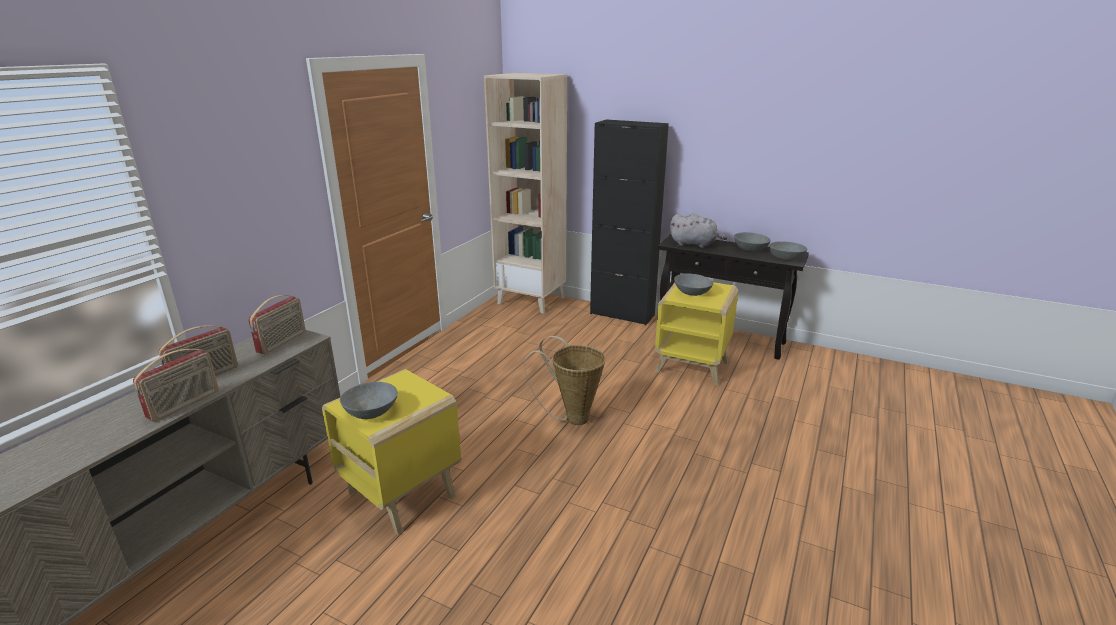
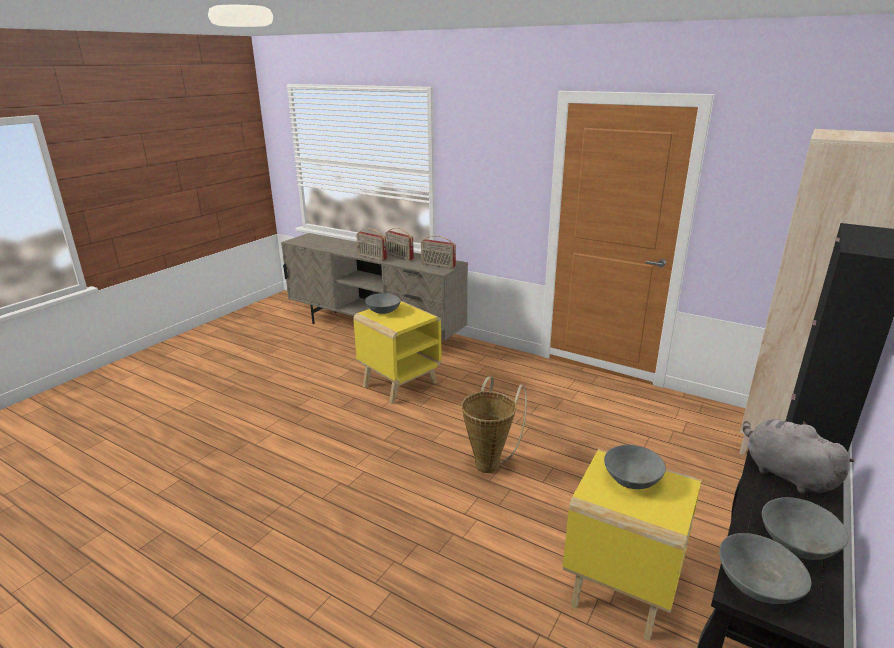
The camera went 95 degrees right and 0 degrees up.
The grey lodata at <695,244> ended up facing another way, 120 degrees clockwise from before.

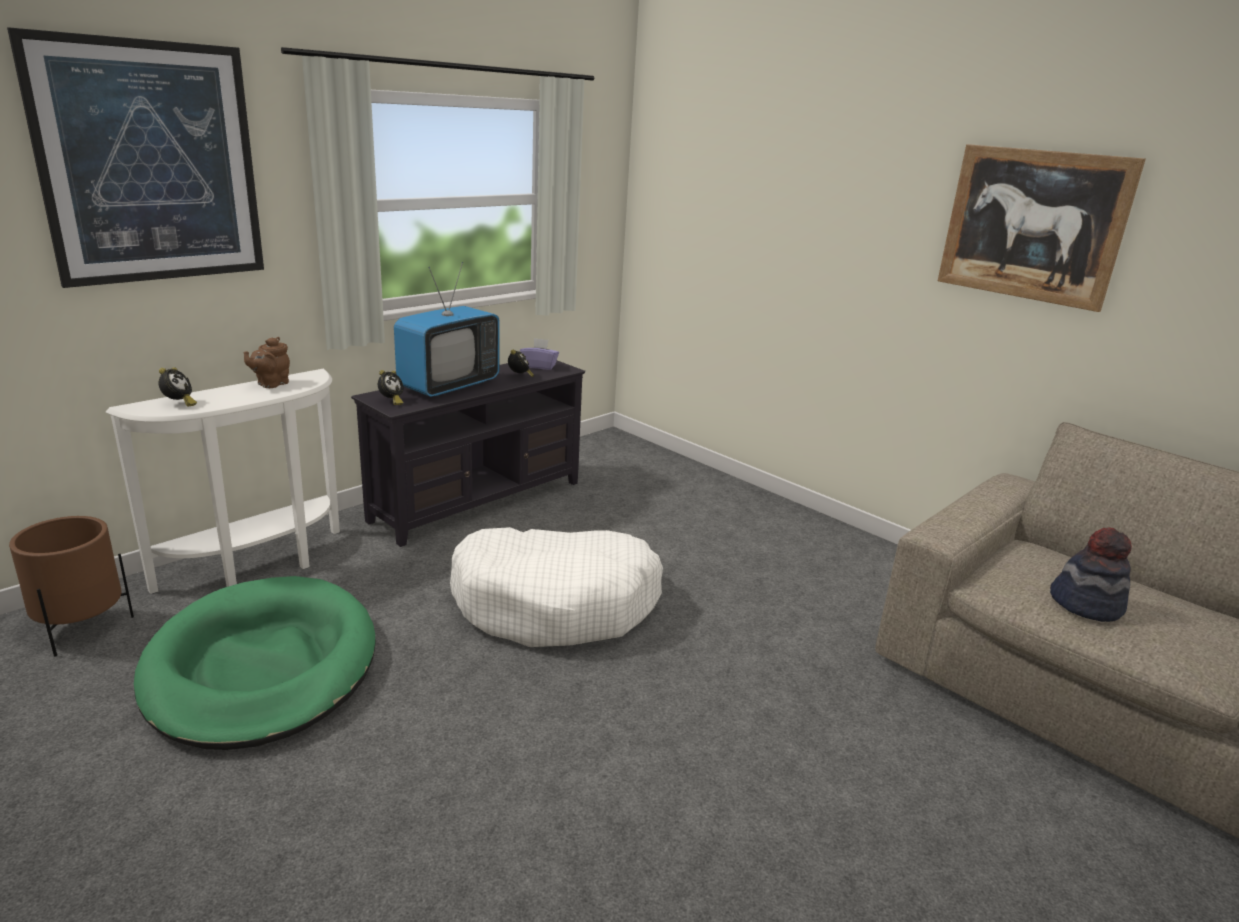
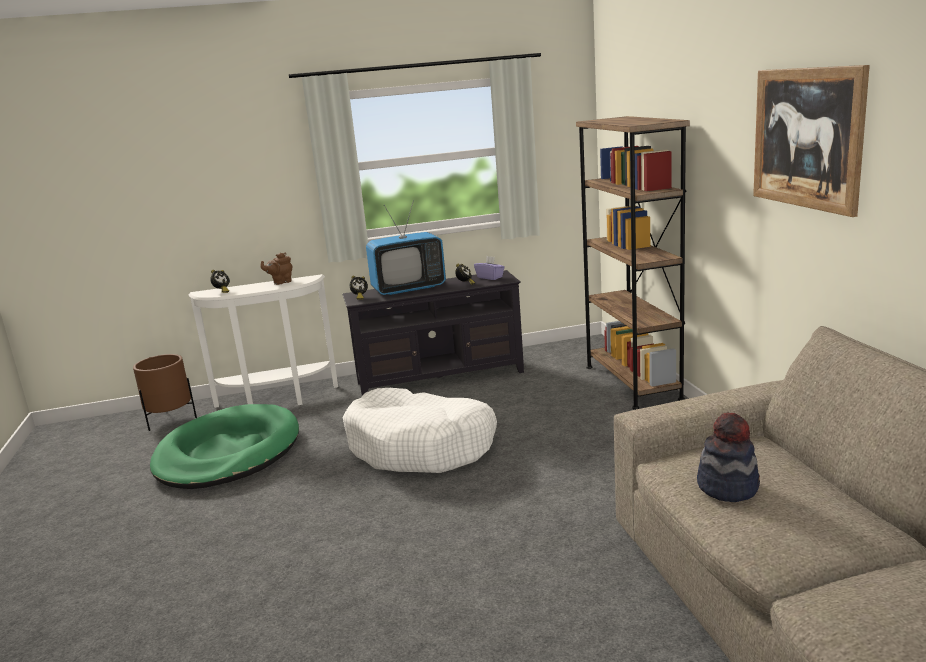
The camera went 35 degrees right and 5 degrees down.
The second view lost the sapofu at <151,164>.
The second view gained the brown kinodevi at <632,382>.

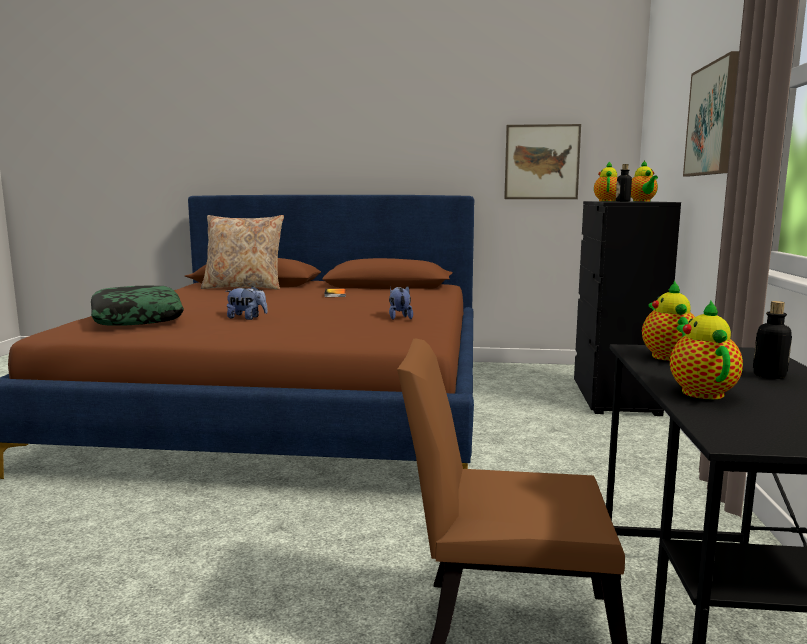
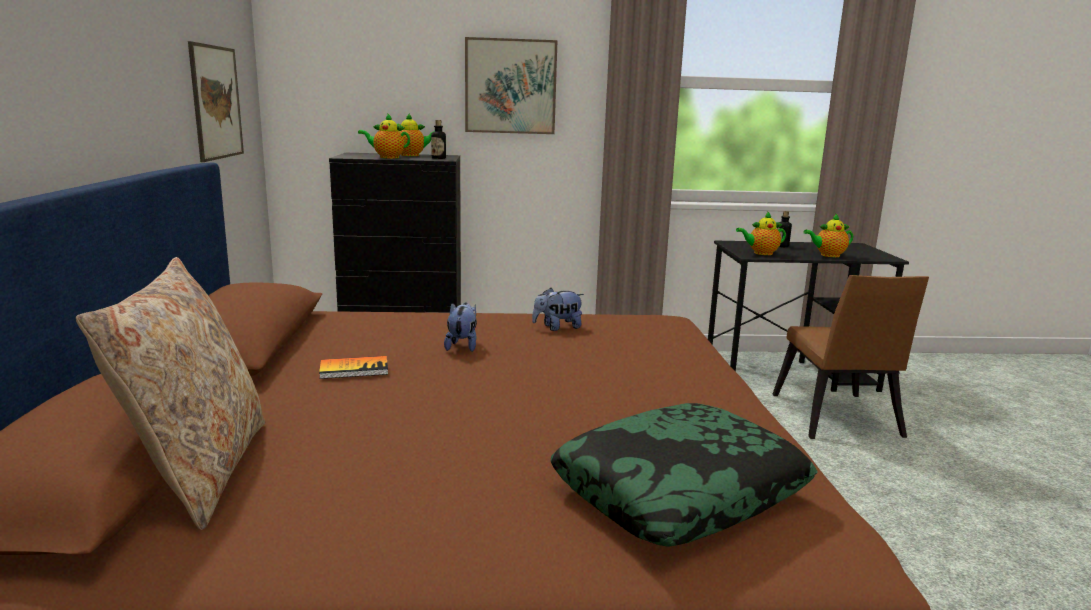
The camera went 100 degrees left and 5 degrees up.
The lodata ended up elsewhere, having gone from <247,318> to <462,346>.

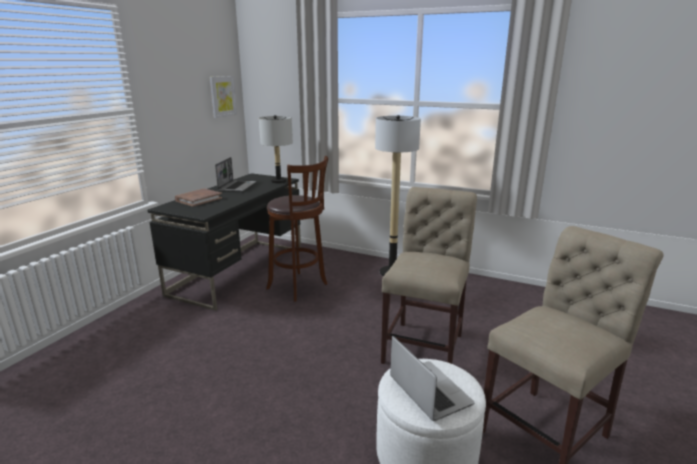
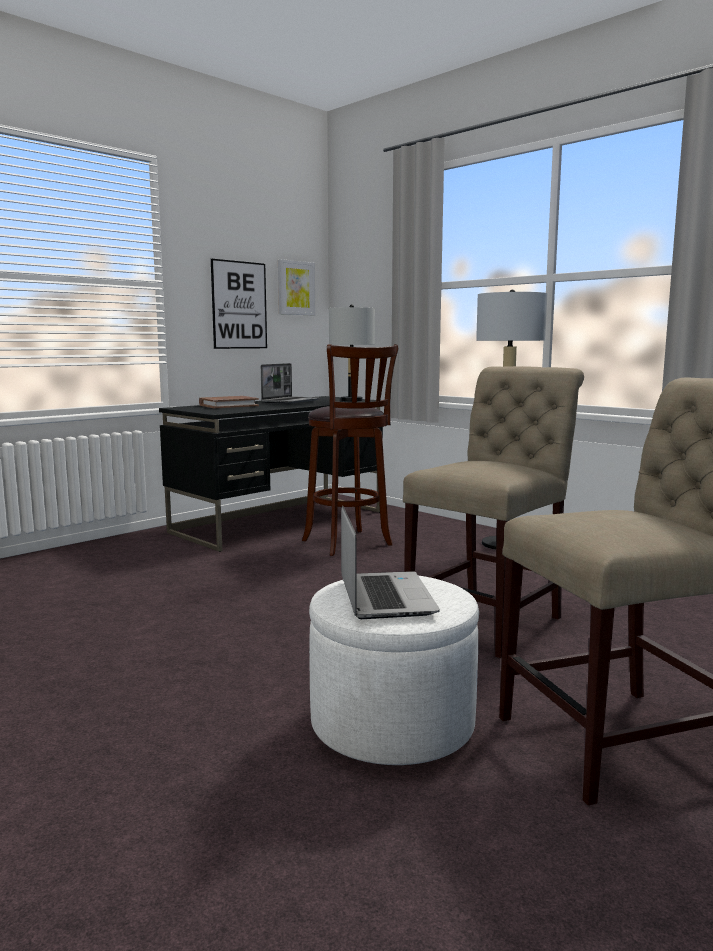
The camera went 20 degrees right and 10 degrees down.
The second view gained the sapofu at <239,305>.

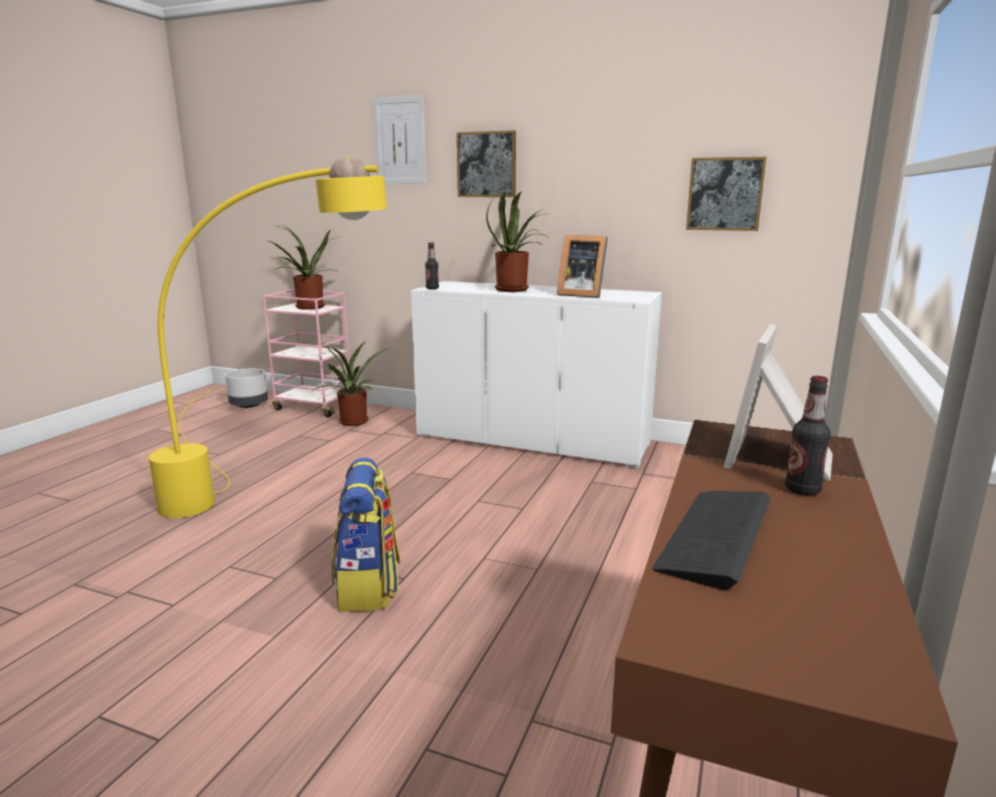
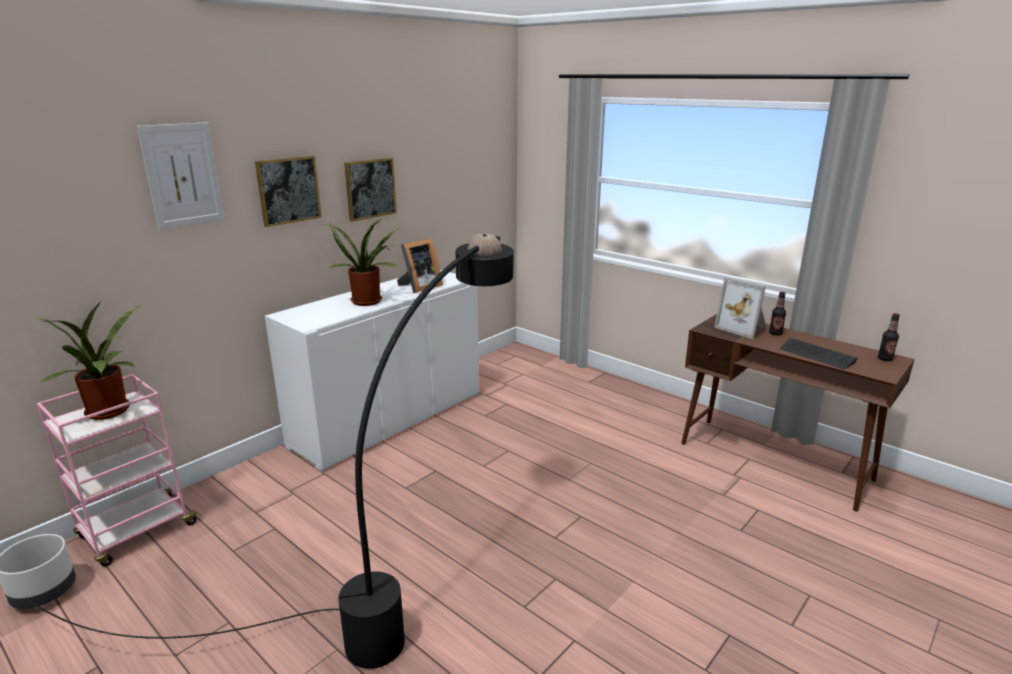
The camera went 70 degrees left and 5 degrees up.
The second view lost the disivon at <354,422>.
The second view lost the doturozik at <368,587>.
The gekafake ended up elsewhere, having gone from <432,288> to <885,359>.
The sapofu ended up elsewhere, having gone from <725,194> to <370,188>.
What was the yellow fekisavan at <259,497> turned into the black fekisavan at <392,586>.

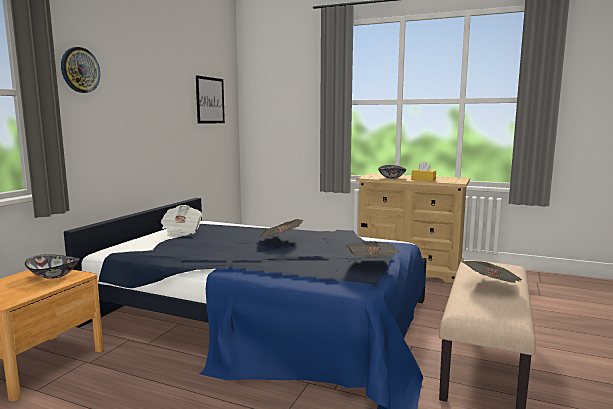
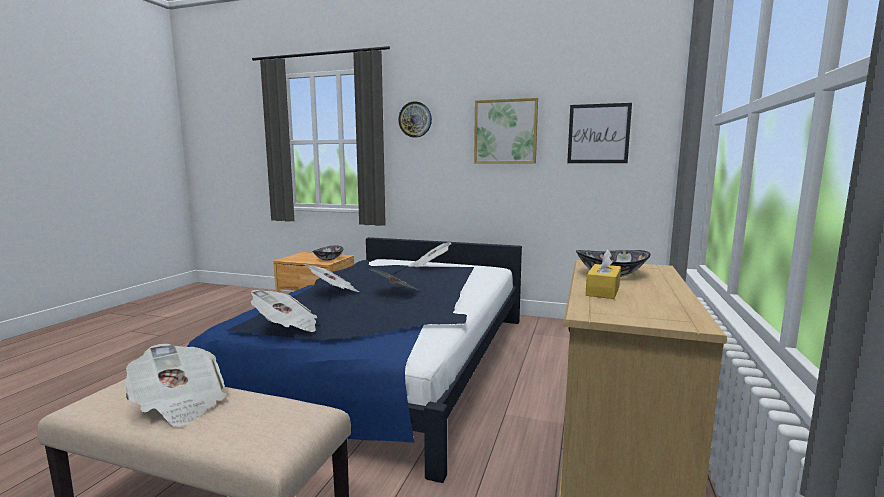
The camera went 85 degrees right and 0 degrees up.
The second view gained the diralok at <333,291>.
The second view gained the sapofu at <505,131>.

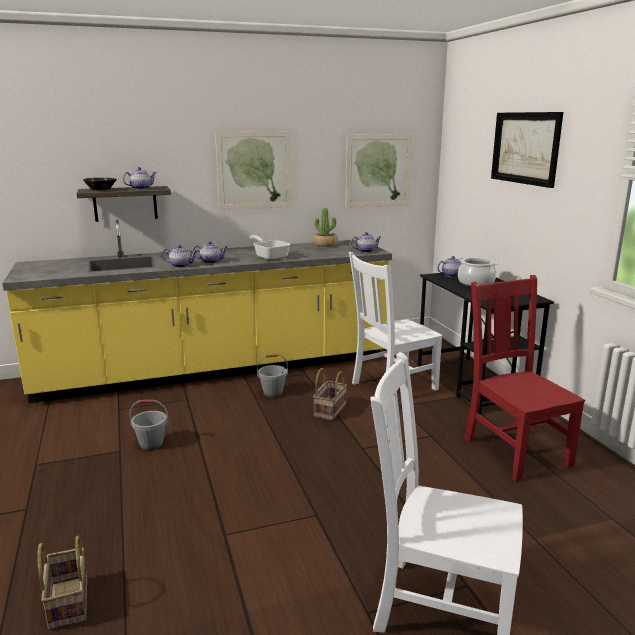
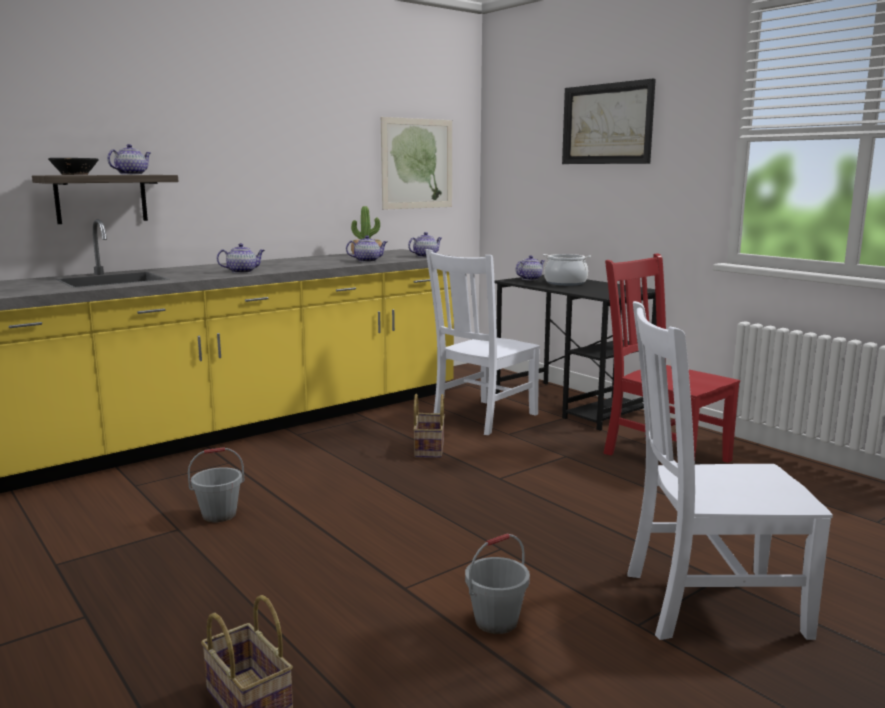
The camera went 20 degrees left and 5 degrees down.
The second view lost the sapofu at <254,170>.
The second view lost the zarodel at <269,256>.
The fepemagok ended up elsewhere, having gone from <181,265> to <367,261>.
The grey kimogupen ended up elsewhere, having gone from <273,393> to <496,621>.

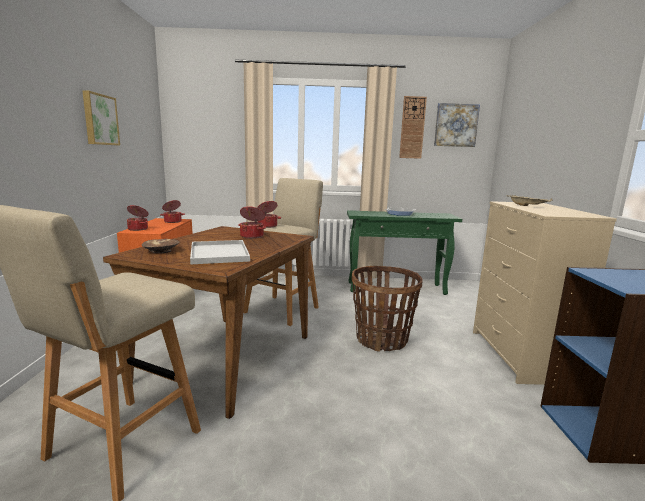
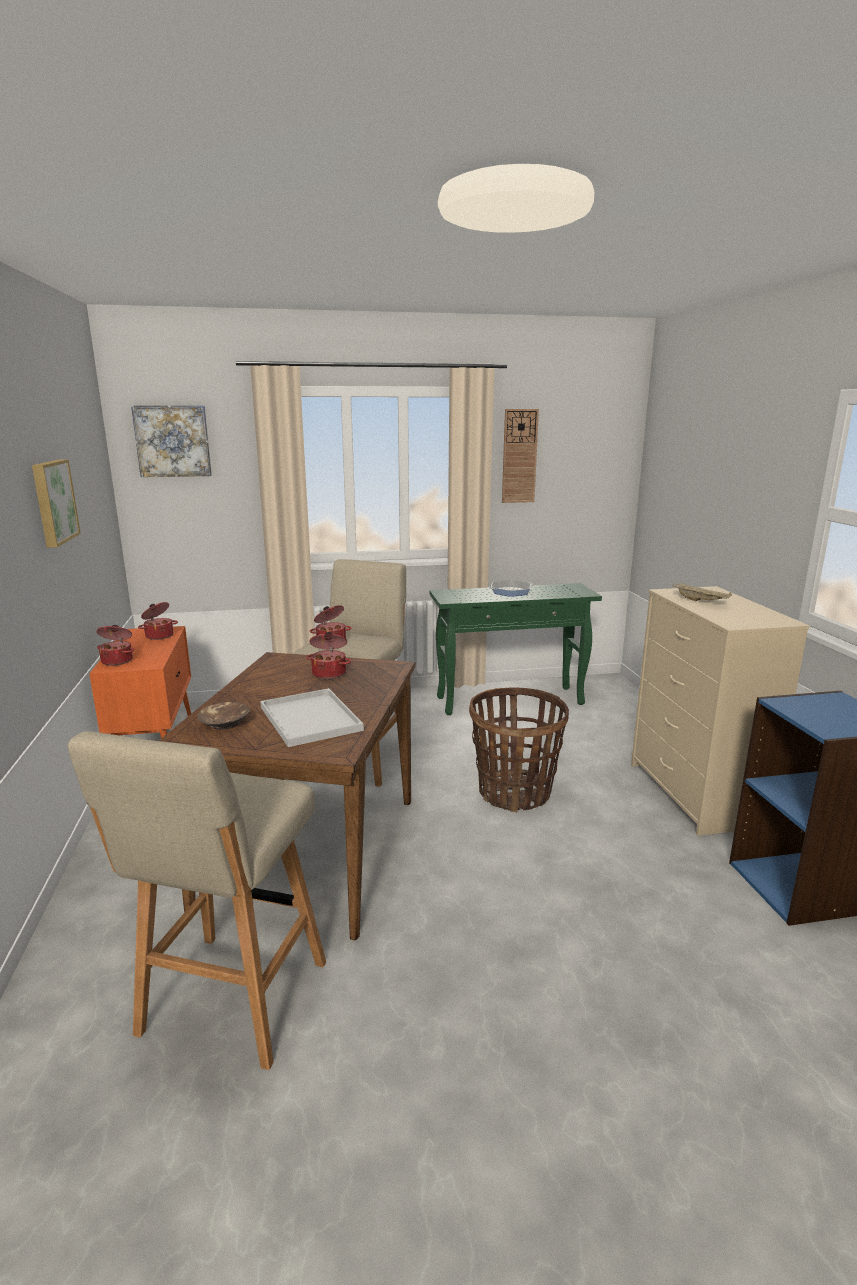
The camera went 10 degrees left and 5 degrees up.
The sapofu ended up elsewhere, having gone from <455,125> to <173,441>.

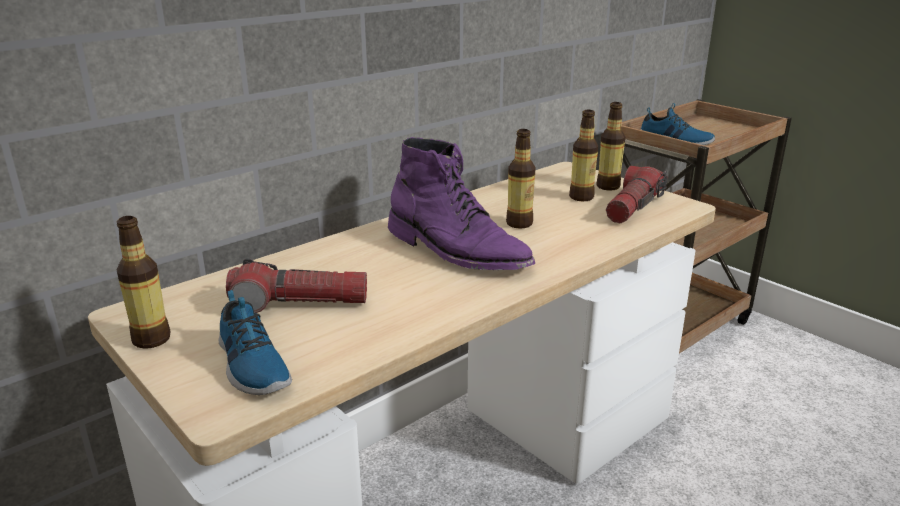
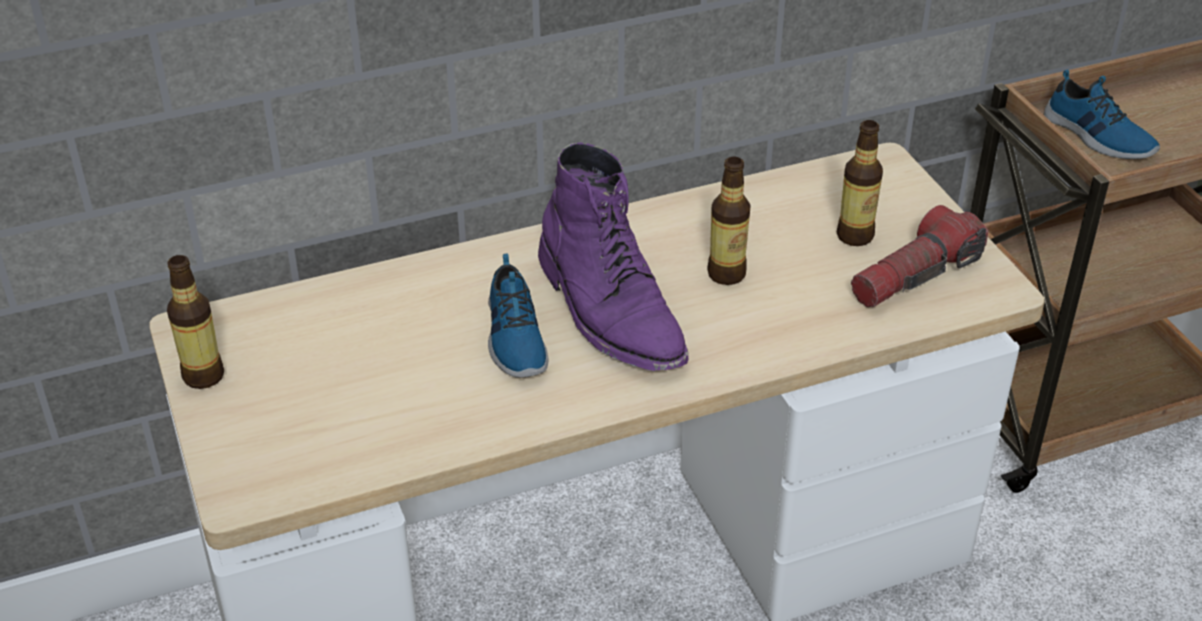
The camera went 20 degrees right and 15 degrees up.
The second view lost the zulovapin at <299,303>.
The second view lost the gekafake at <608,186>.
The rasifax ended up elsewhere, having gone from <251,365> to <514,338>.

